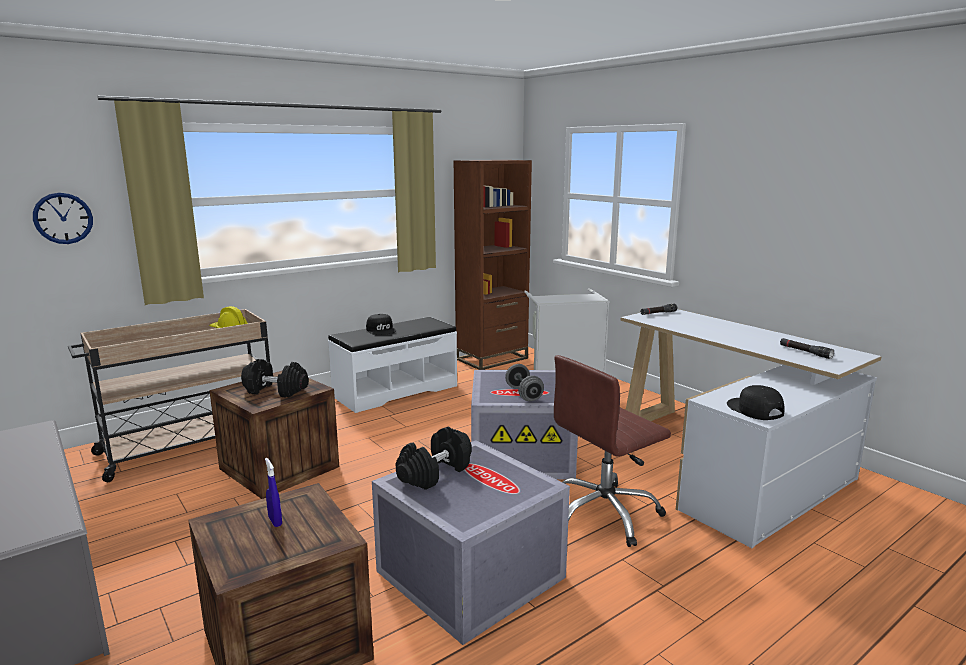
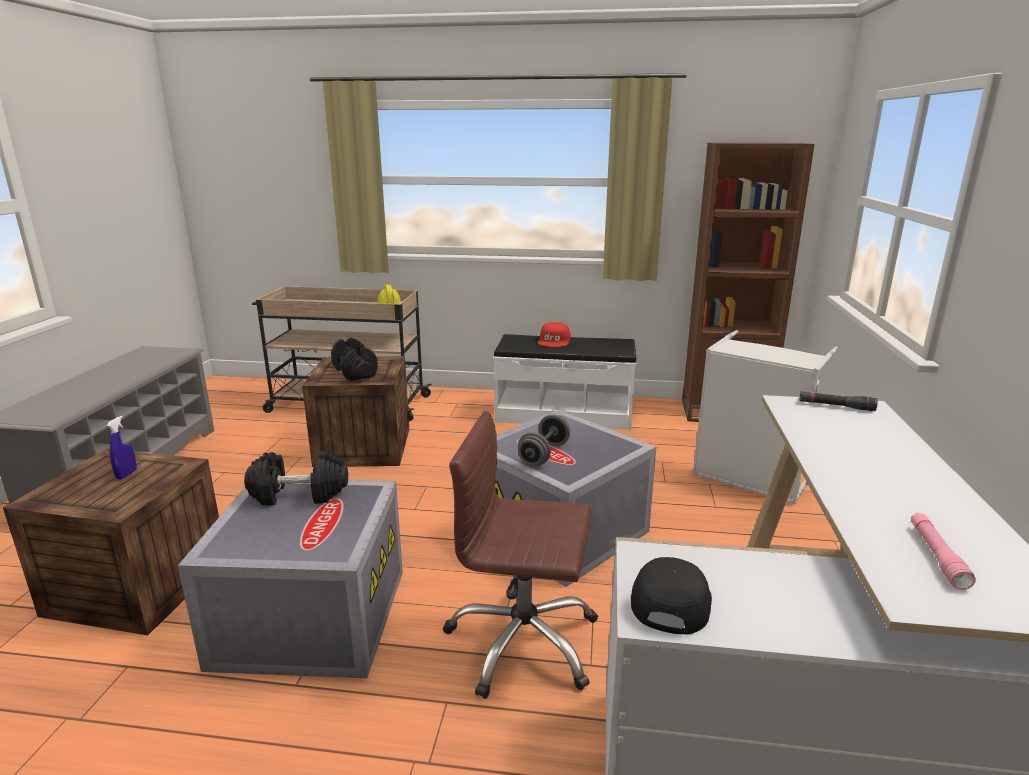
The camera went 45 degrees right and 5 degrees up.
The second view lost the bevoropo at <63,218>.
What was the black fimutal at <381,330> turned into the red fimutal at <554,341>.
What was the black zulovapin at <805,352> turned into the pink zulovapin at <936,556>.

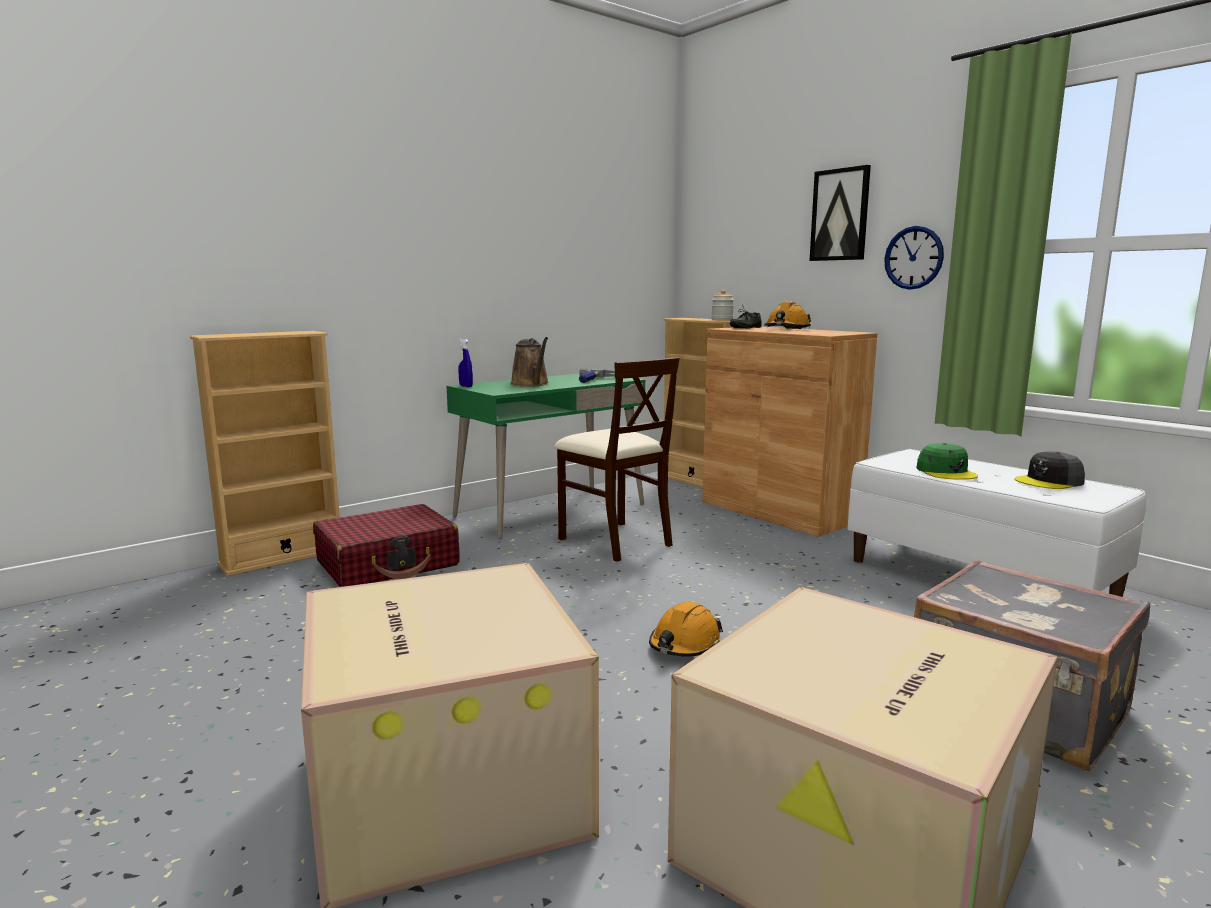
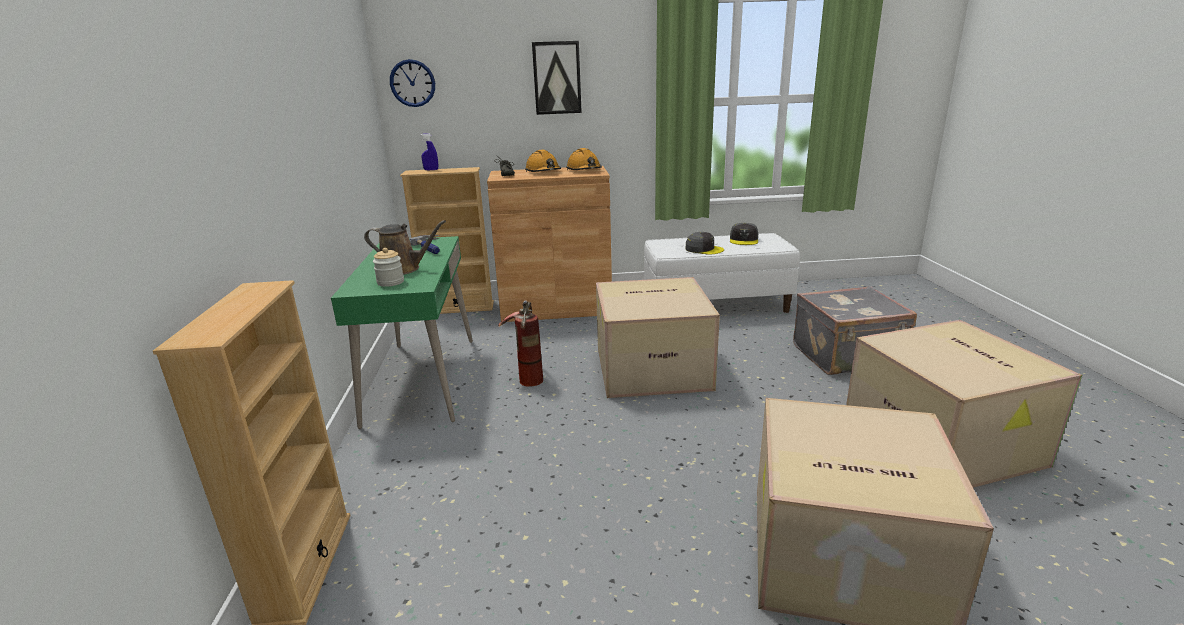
The camera went 55 degrees left and 10 degrees up.
The second view lost the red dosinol at <388,564>.
The second view gained the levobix at <653,367>.
The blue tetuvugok ended up elsewhere, having gone from <466,386> to <431,170>.
The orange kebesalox ended up elsewhere, having gone from <684,645> to <584,170>.
The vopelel ended up elsewhere, having gone from <722,319> to <390,282>.
The bevoropo ended up elsewhere, having gone from <913,258> to <412,83>.
Where the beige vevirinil stood at <615,541>, the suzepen came to stand at <528,376>.
What was the green fimutal at <946,472> turned into the grey fimutal at <704,249>.

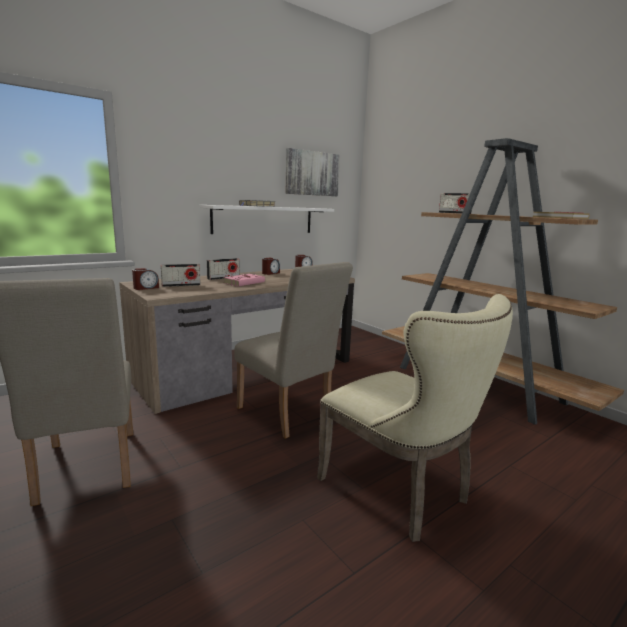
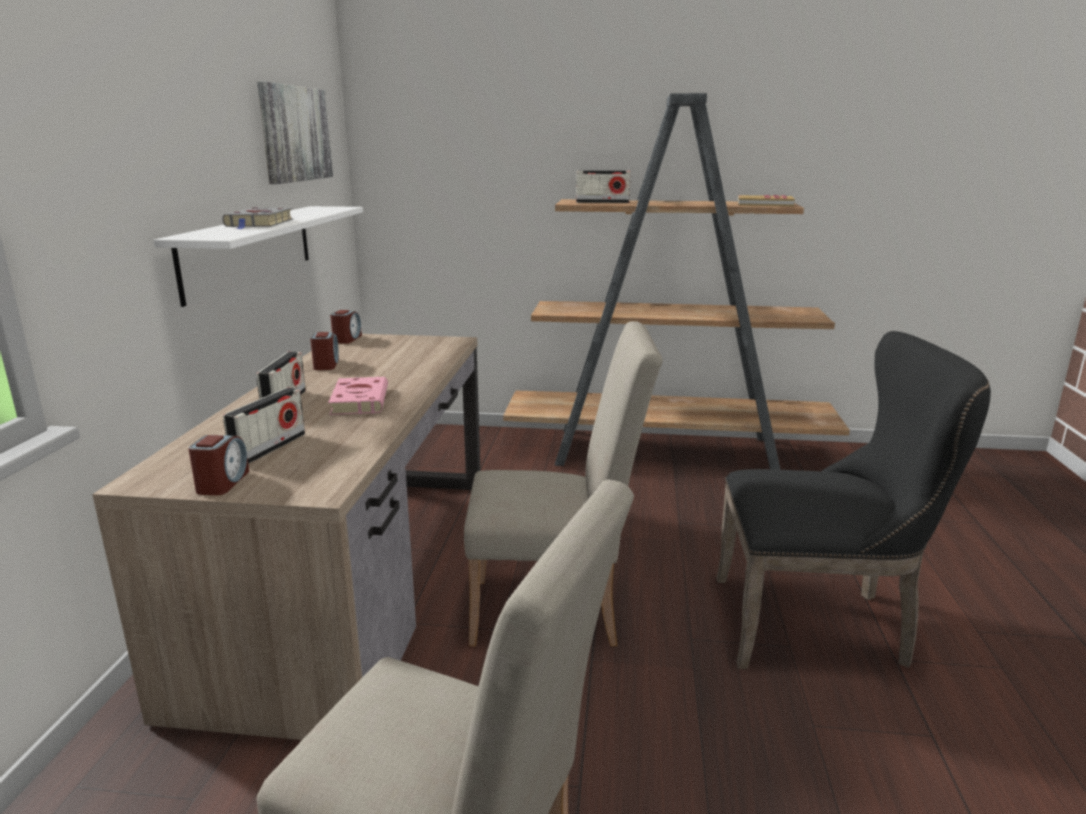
The camera went 45 degrees left and 5 degrees up.
What was the beige vevirinil at <402,492> turned into the black vevirinil at <821,624>.

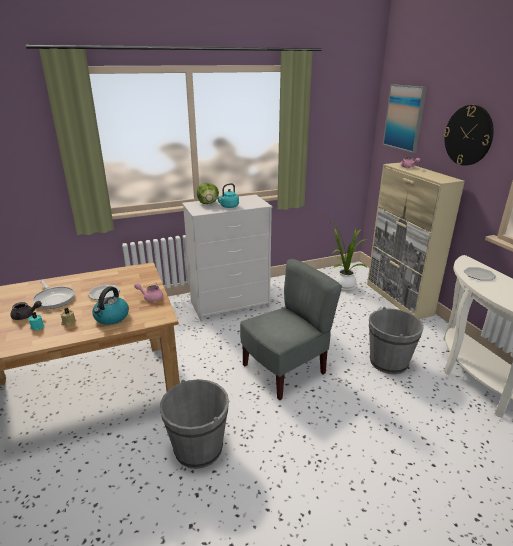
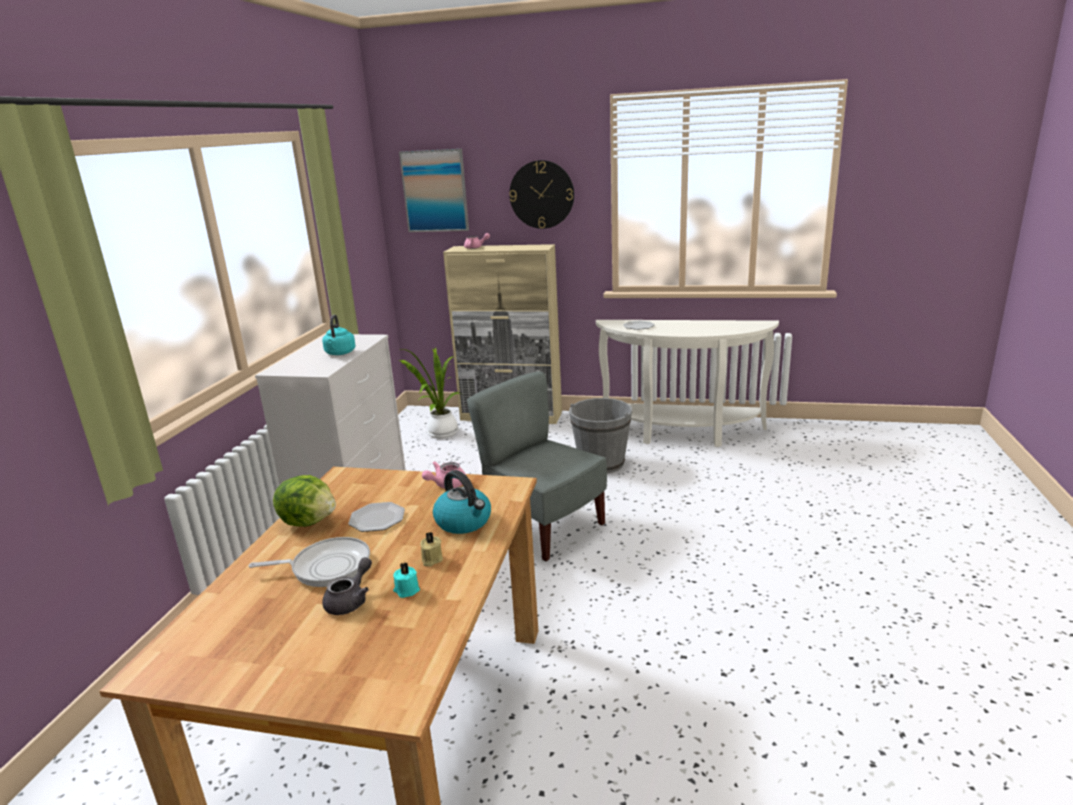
The camera went 55 degrees left and 5 degrees down.
The second view lost the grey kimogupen at <198,448>.
The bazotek ended up elsewhere, having gone from <208,203> to <309,521>.
The grey vevirinil at <285,370> ended up facing another way, 45 degrees counterclockwise from before.

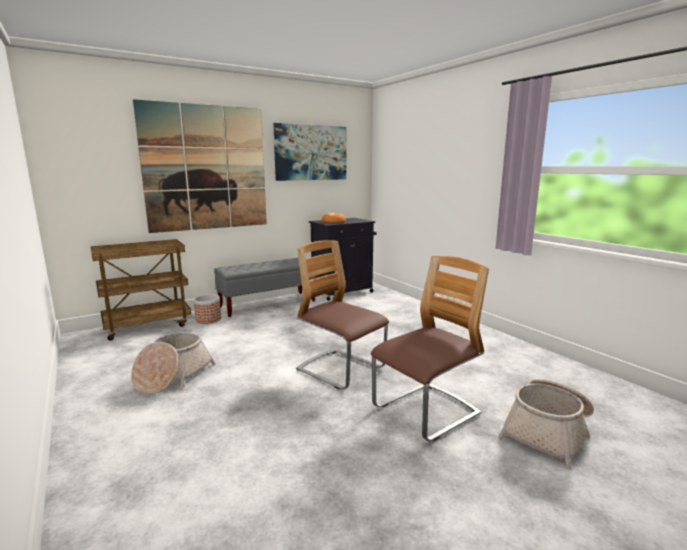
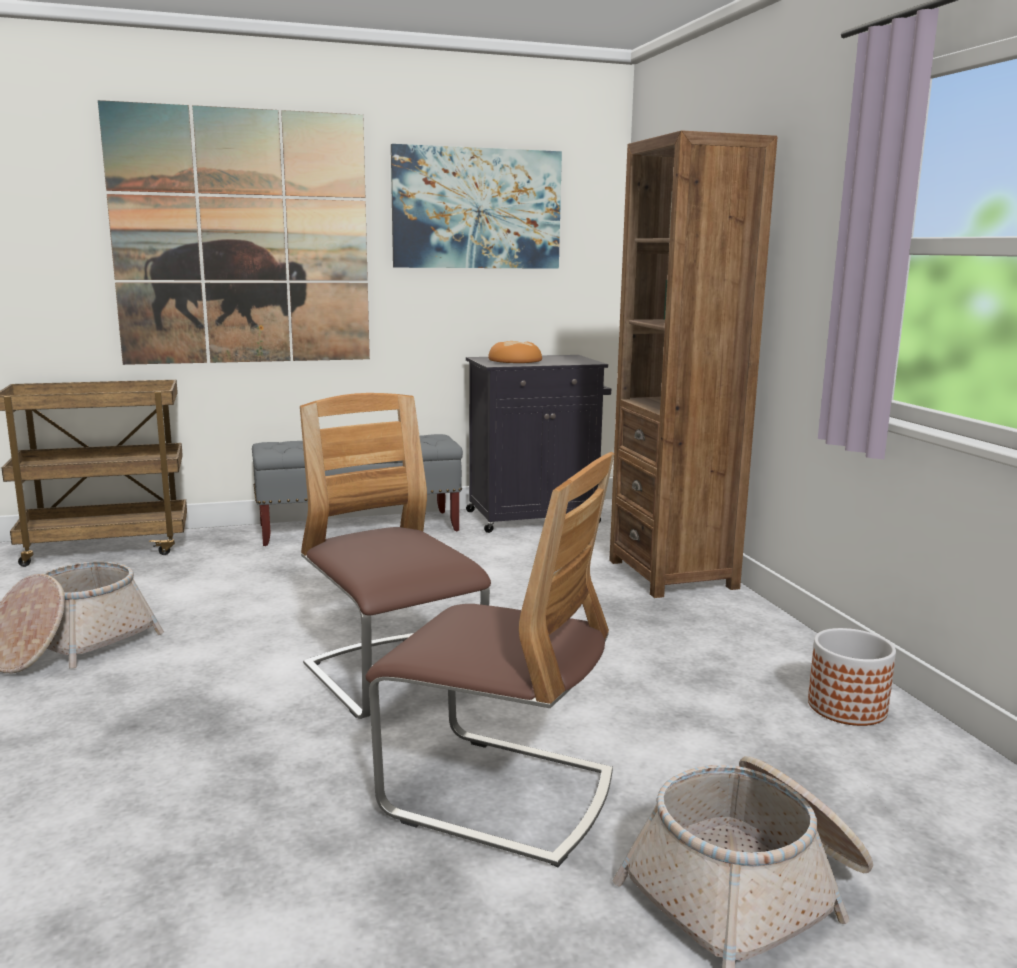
The camera went 15 degrees right and 0 degrees up.
The second view gained the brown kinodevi at <672,574>.
The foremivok ended up elsewhere, having gone from <208,319> to <847,708>.
The vevirinil at <426,412> ended up facing another way, 45 degrees clockwise from before.

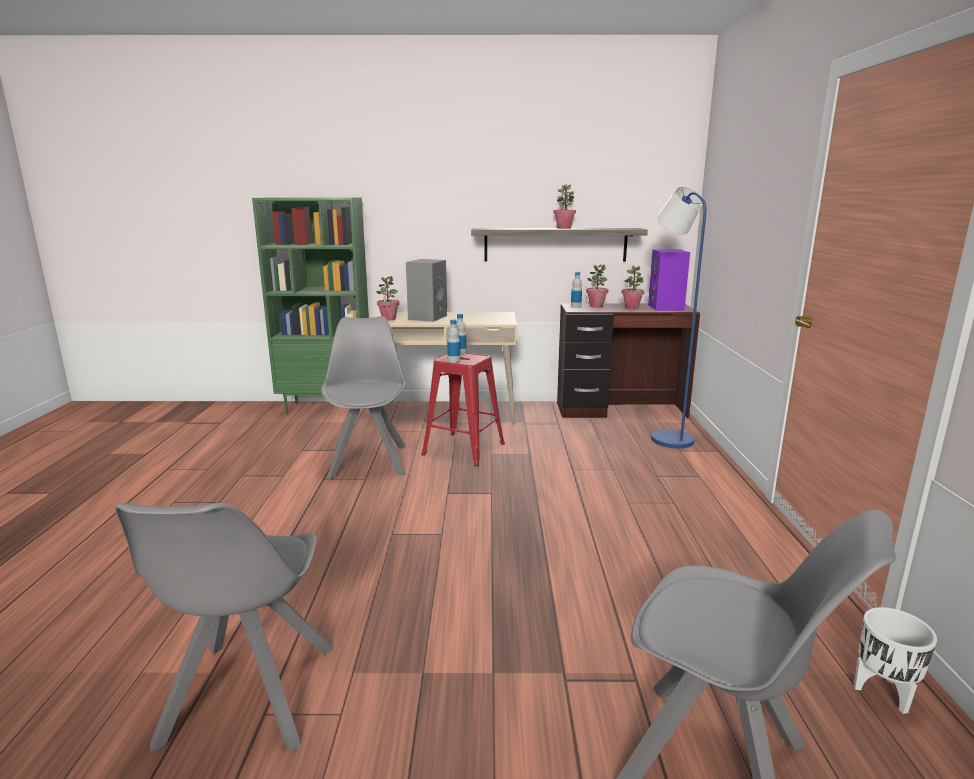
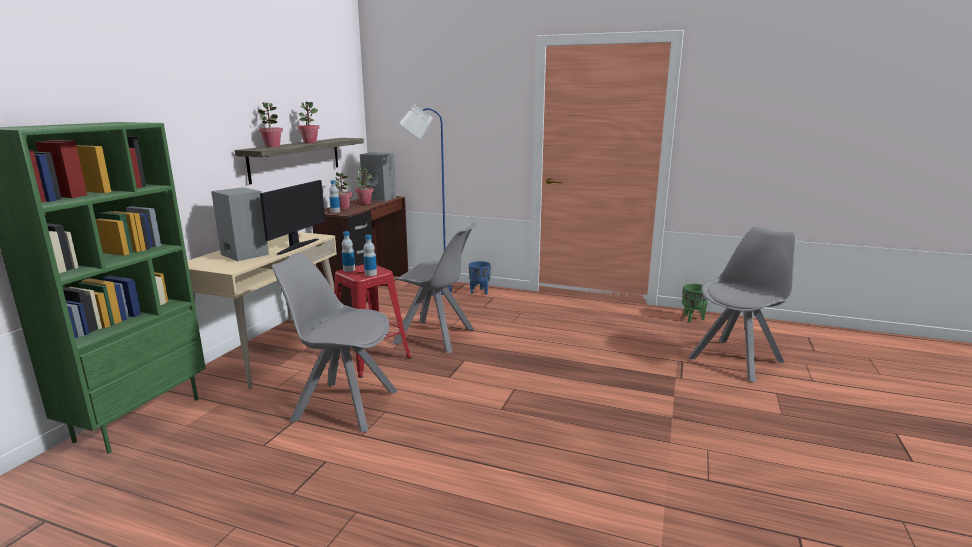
The camera went 70 degrees left and 0 degrees up.
The second view gained the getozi at <297,246>.
The second view gained the blue foremivok at <479,292>.
The grey vevirinil ended up elsewhere, having gone from <247,698> to <437,337>.
The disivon ended up elsewhere, having gone from <388,319> to <272,146>.
What was the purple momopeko at <666,308> turned into the grey momopeko at <380,198>.
What was the white foremivok at <883,693> turned into the green foremivok at <692,319>.

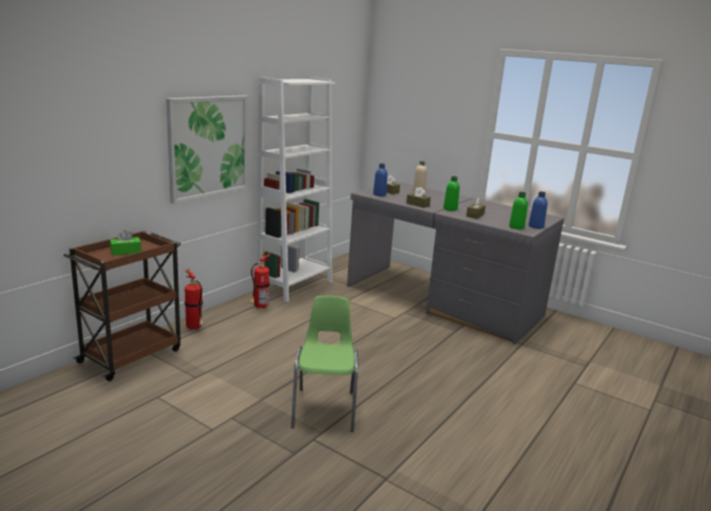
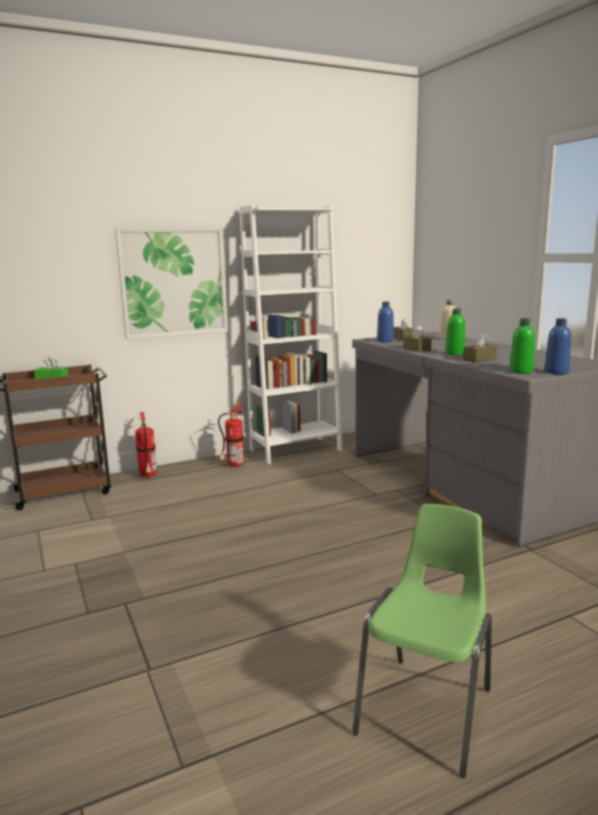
The camera went 30 degrees right and 5 degrees down.
The green vevirinil ended up elsewhere, having gone from <325,409> to <427,711>.

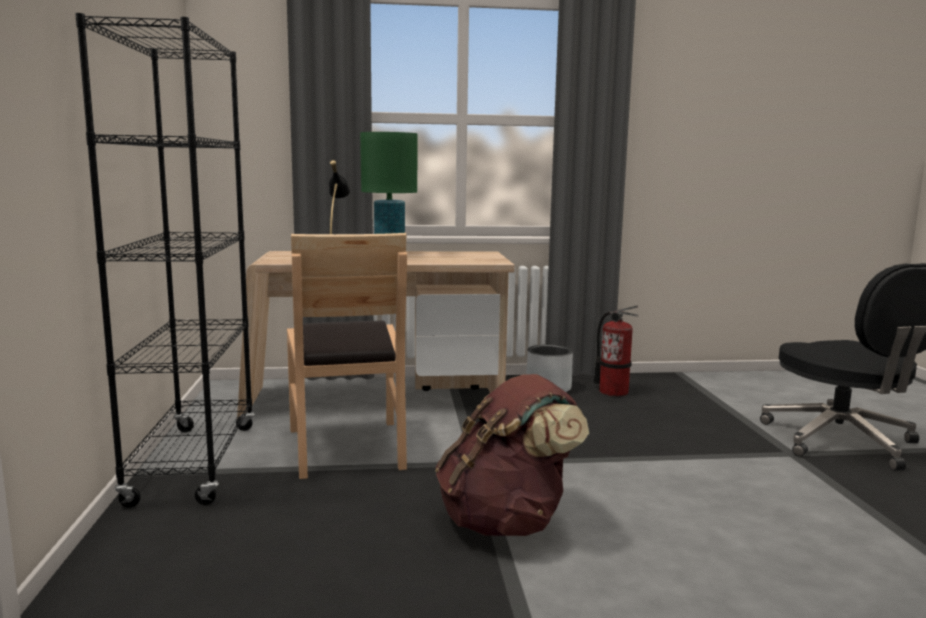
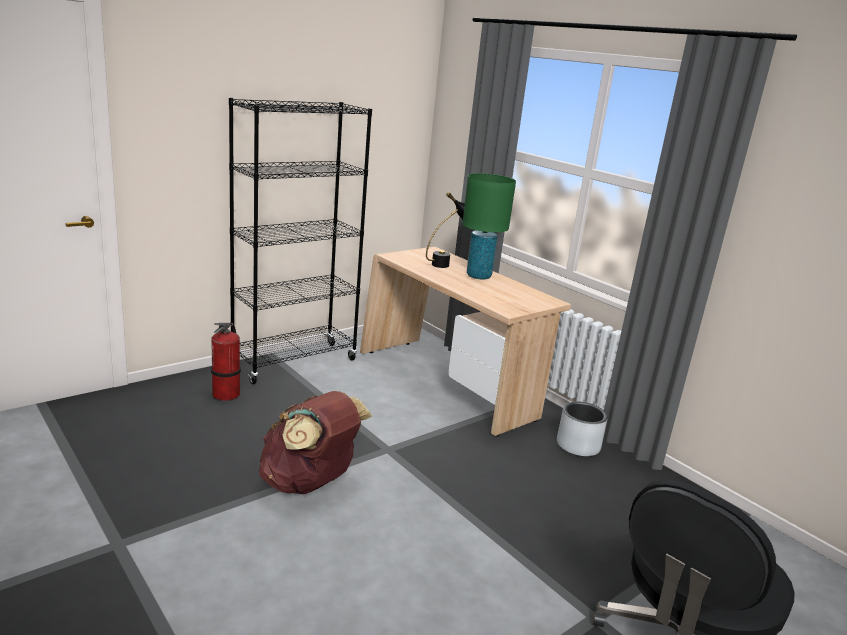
The camera went 55 degrees right and 10 degrees up.
The second view lost the brown vevirinil at <347,447>.
The suzepen ended up elsewhere, having gone from <613,392> to <227,394>.

